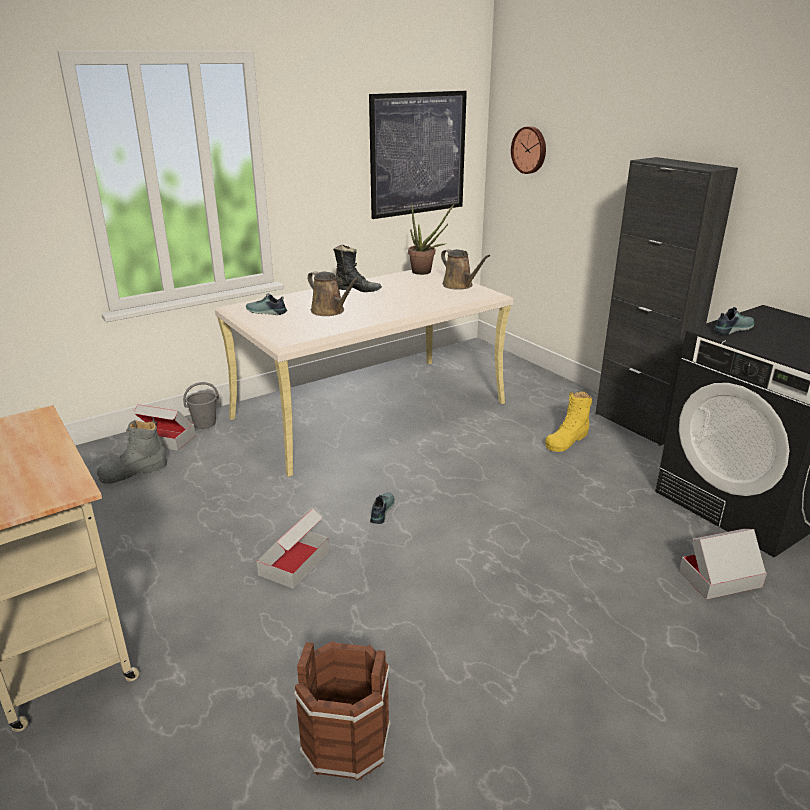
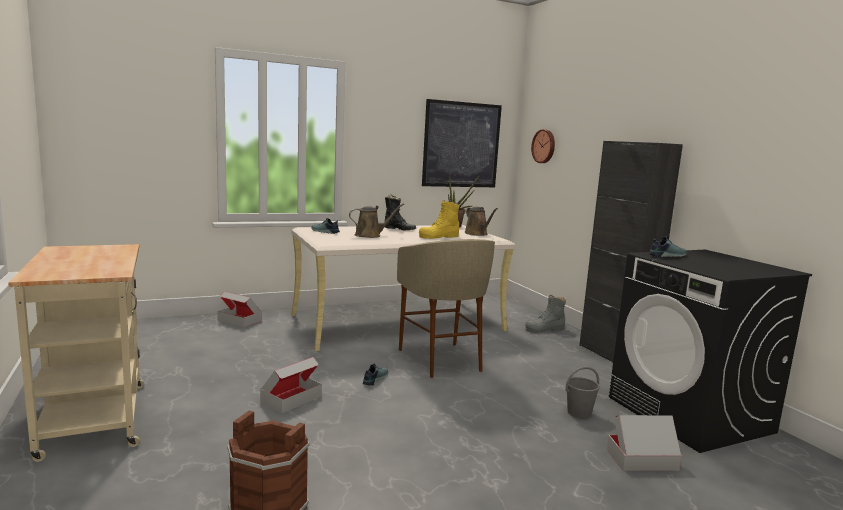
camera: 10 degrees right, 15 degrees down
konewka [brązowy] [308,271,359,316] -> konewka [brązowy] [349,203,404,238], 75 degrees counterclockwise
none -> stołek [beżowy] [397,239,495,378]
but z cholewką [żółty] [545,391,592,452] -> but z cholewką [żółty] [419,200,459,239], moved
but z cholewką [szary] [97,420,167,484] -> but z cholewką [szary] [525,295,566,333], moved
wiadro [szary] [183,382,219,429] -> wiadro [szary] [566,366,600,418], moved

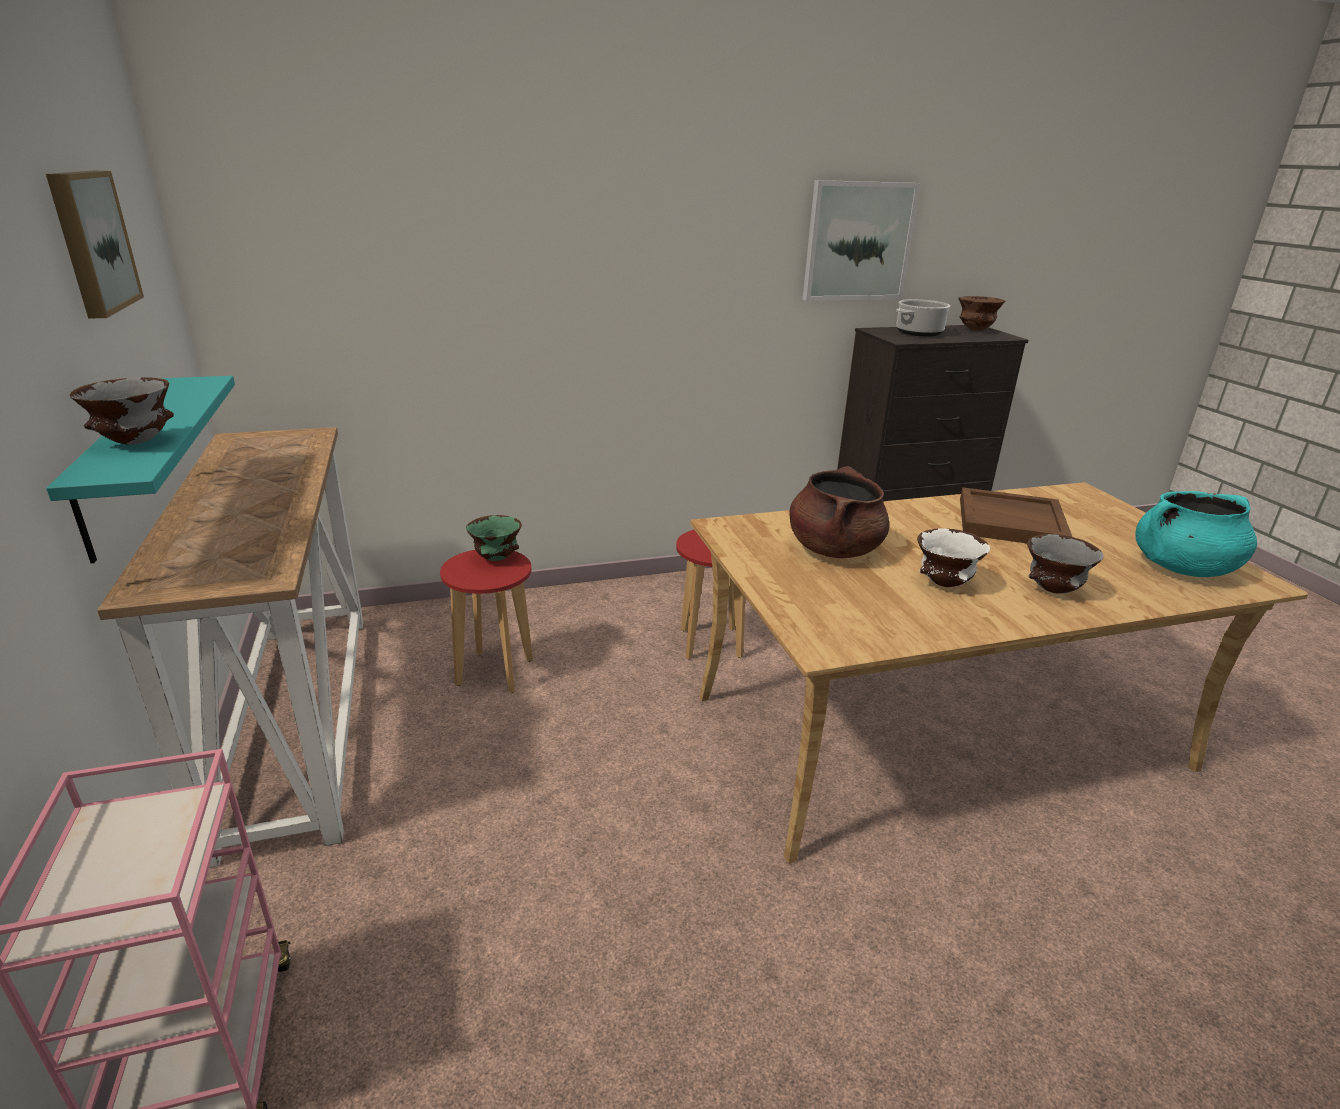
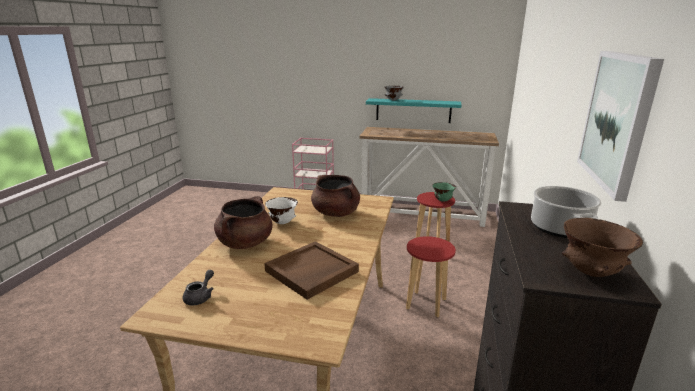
camera: 120 degrees right, 5 degrees down
garnek [turkusowy] [1135,491,1257,577] -> imbryk [szary] [183,270,214,305]
miska [szary] [1027,534,1104,594] -> garnek [brązowy] [214,196,273,249]
obraz [46,171,144,319] -> none

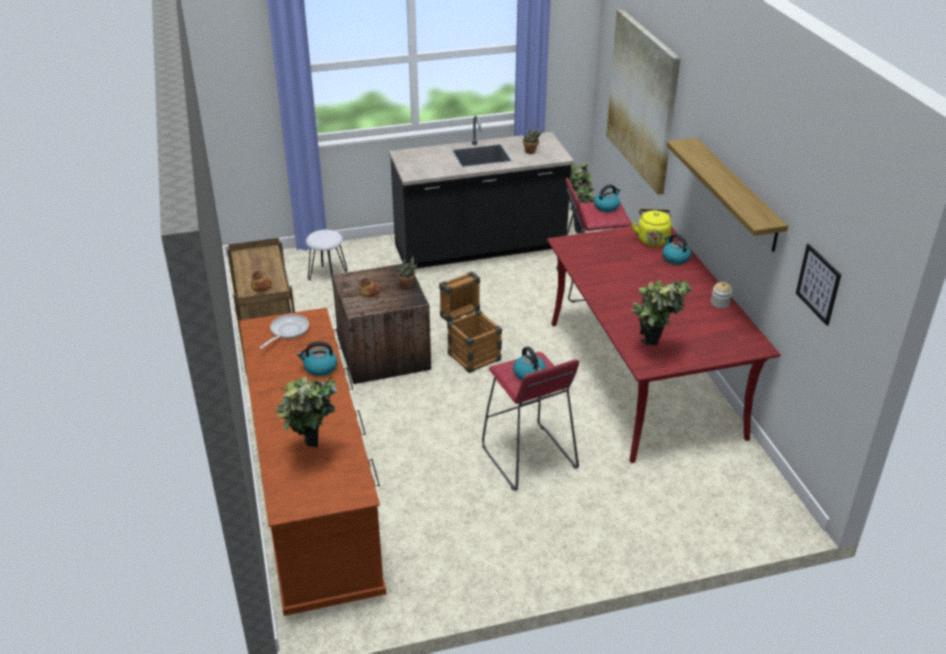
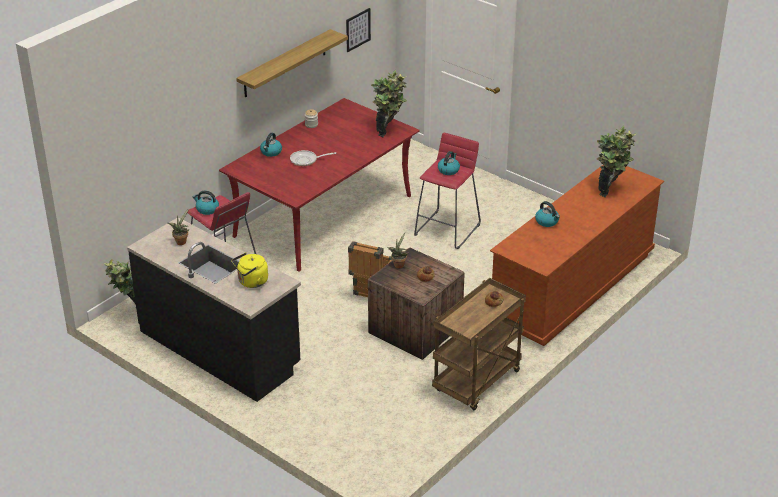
camera: 125 degrees left, 0 degrees up
czajnik [żółty] [631,209,672,247] -> czajnik [żółty] [231,252,268,288], moved
patelnia [259,314,309,349] -> patelnia [290,150,336,166], moved
stołek [biały] [306,230,347,286] -> none
obraz [606,9,681,195] -> none

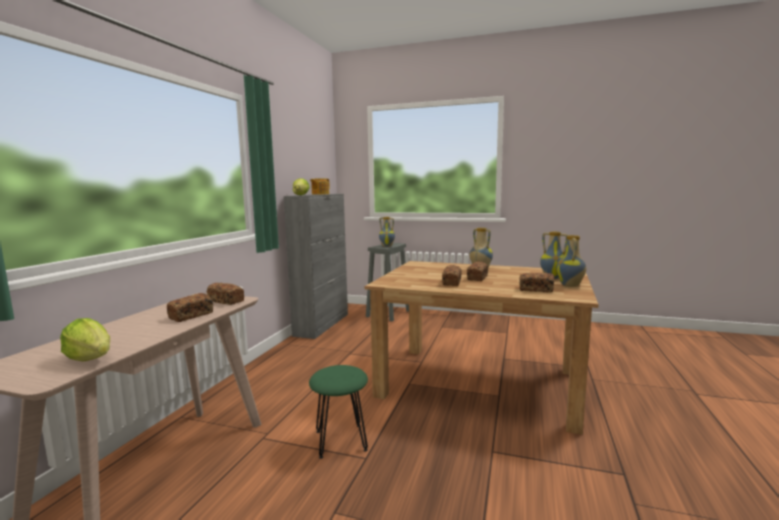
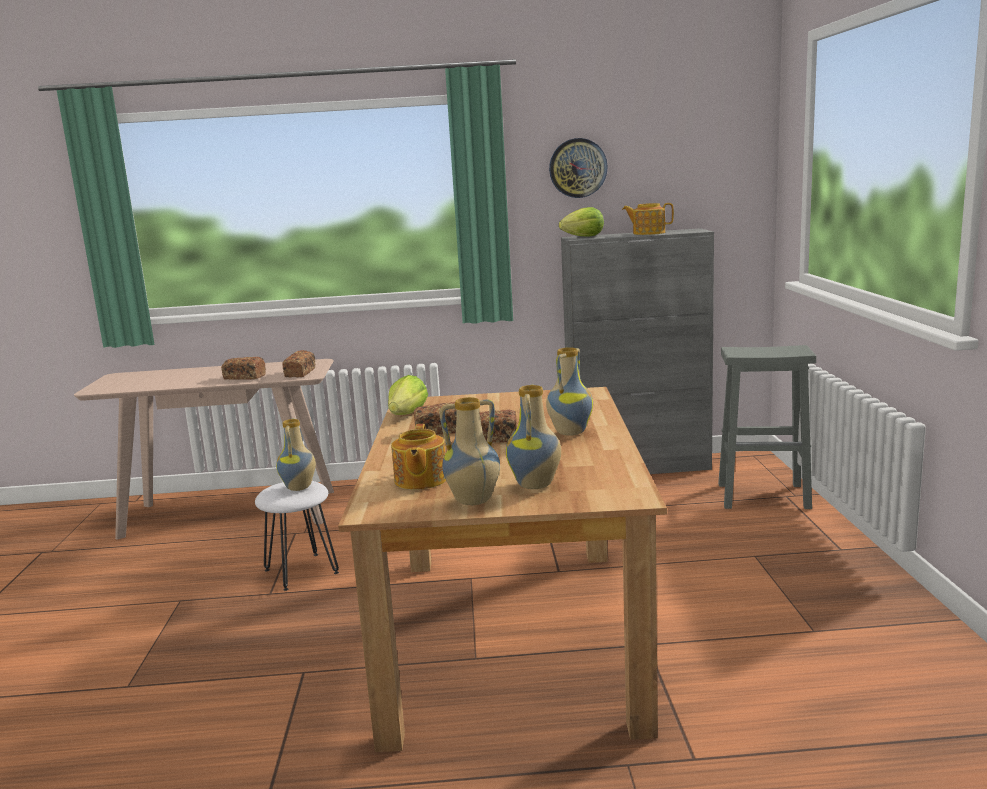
camera: 70 degrees right, 5 degrees up
stołek [zielony] [309,365,368,459] -> stołek [biały] [255,481,339,591]
wazon [379,217,395,247] -> wazon [276,418,316,491], moved
sałata [60,318,110,361] -> sałata [388,375,428,415], moved
chleb [520,273,554,292] -> imbryk [391,424,446,490]
none -> zegar ścienny [549,138,608,198]

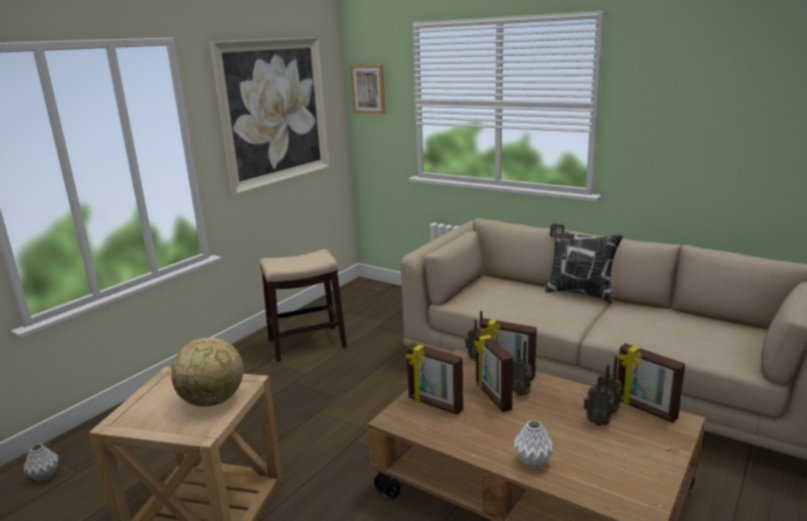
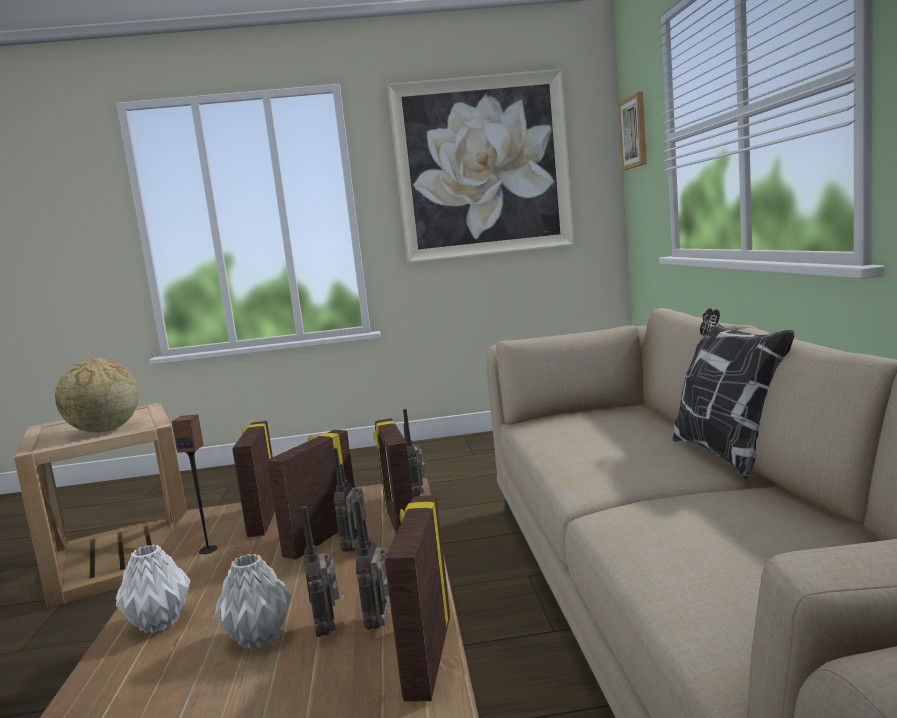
camera: 50 degrees right, 10 degrees down
none -> głośnik [172,415,217,554]
wazon [szary] [23,444,59,482] -> wazon [szary] [214,554,292,649], moved
stołek [260,249,347,362] -> none

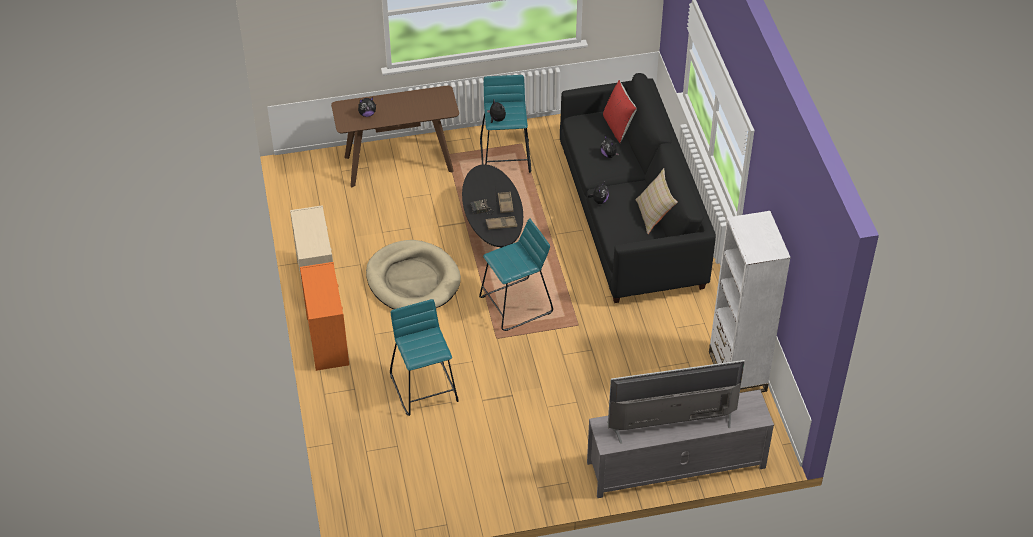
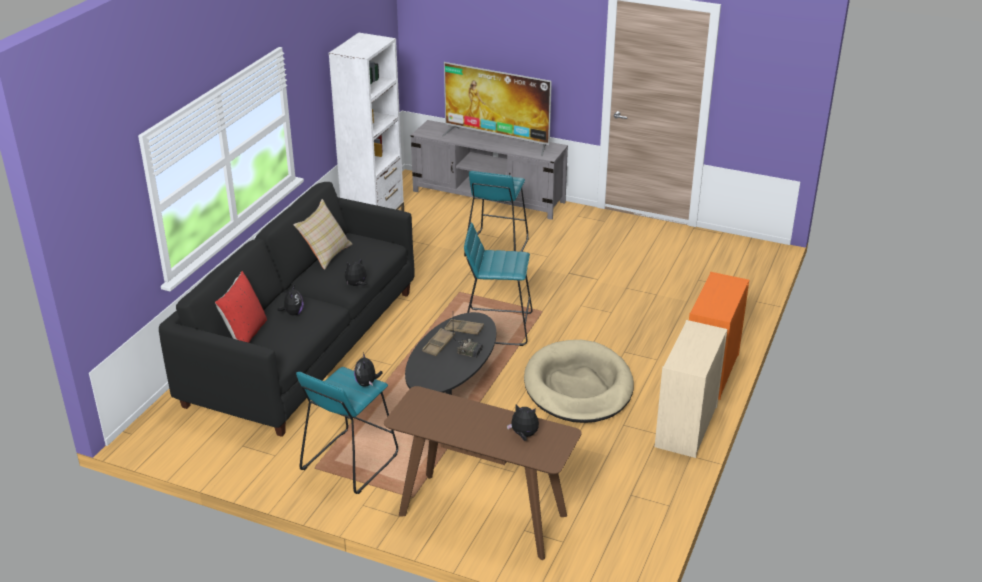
camera: 145 degrees left, 15 degrees down
stołek [turkusowy] [390,299,459,416] -> stołek [turkusowy] [464,171,529,257], moved

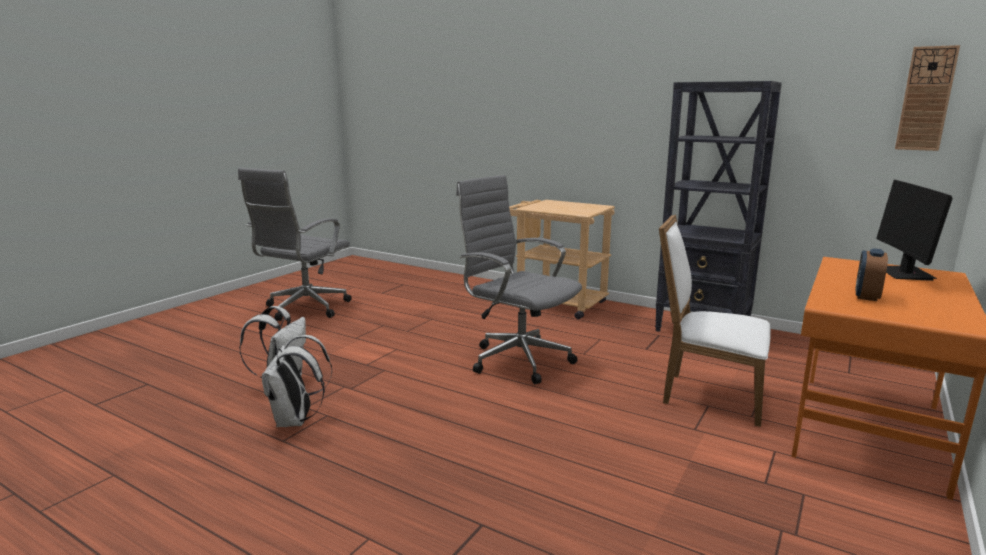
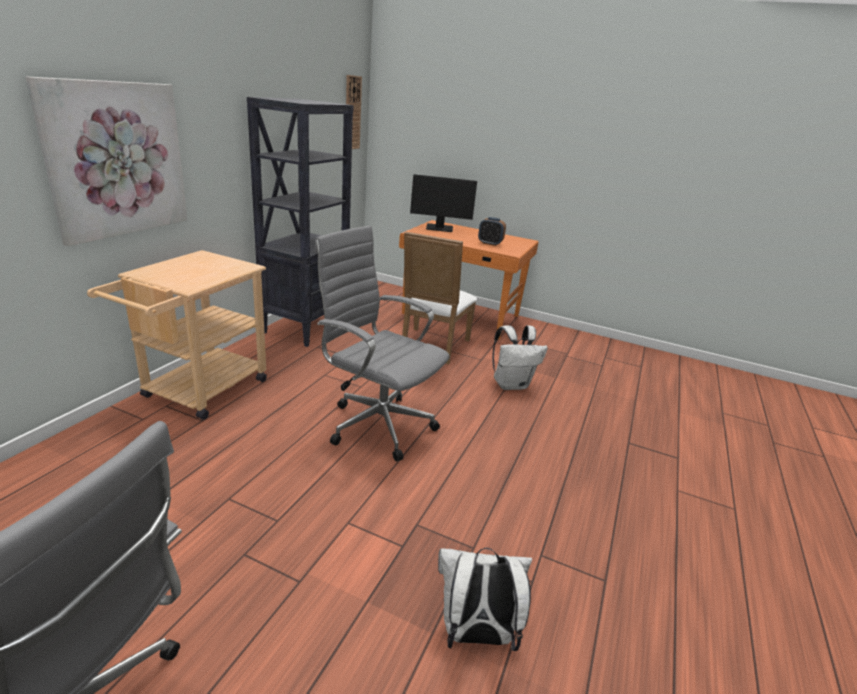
camera: 100 degrees left, 10 degrees up
none -> obraz [25,76,188,246]
krzesło biurowe [szary] [456,175,582,384] -> krzesło biurowe [szary] [314,225,450,461], 90 degrees clockwise
plecak [biały] [262,335,332,427] -> plecak [biały] [492,325,548,390], moved

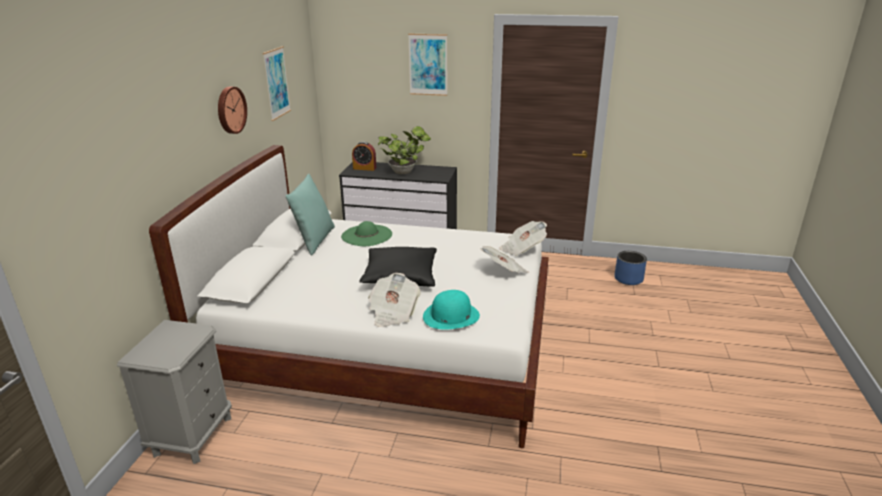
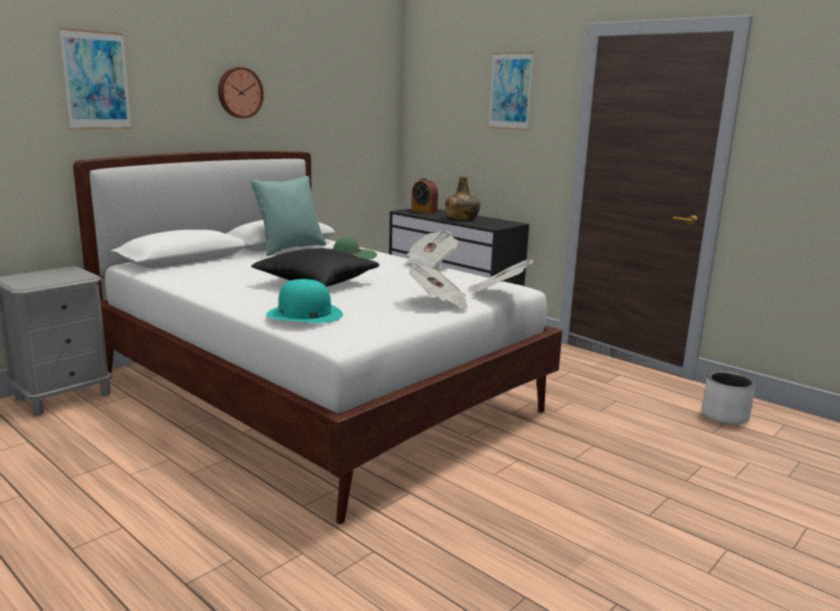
camera: 30 degrees right, 10 degrees down
obraz [263,46,291,121] -> obraz [59,28,132,129], moved
gazeta [368,273,421,327] -> gazeta [403,231,458,268], moved
roślina doniczkowa [378,126,431,174] -> butelka [zielony] [445,177,480,220]
donica [niebieski] [614,251,647,285] -> donica [biały] [702,371,756,424]

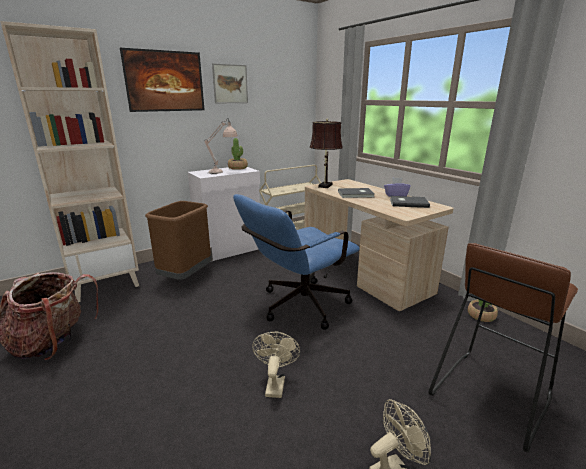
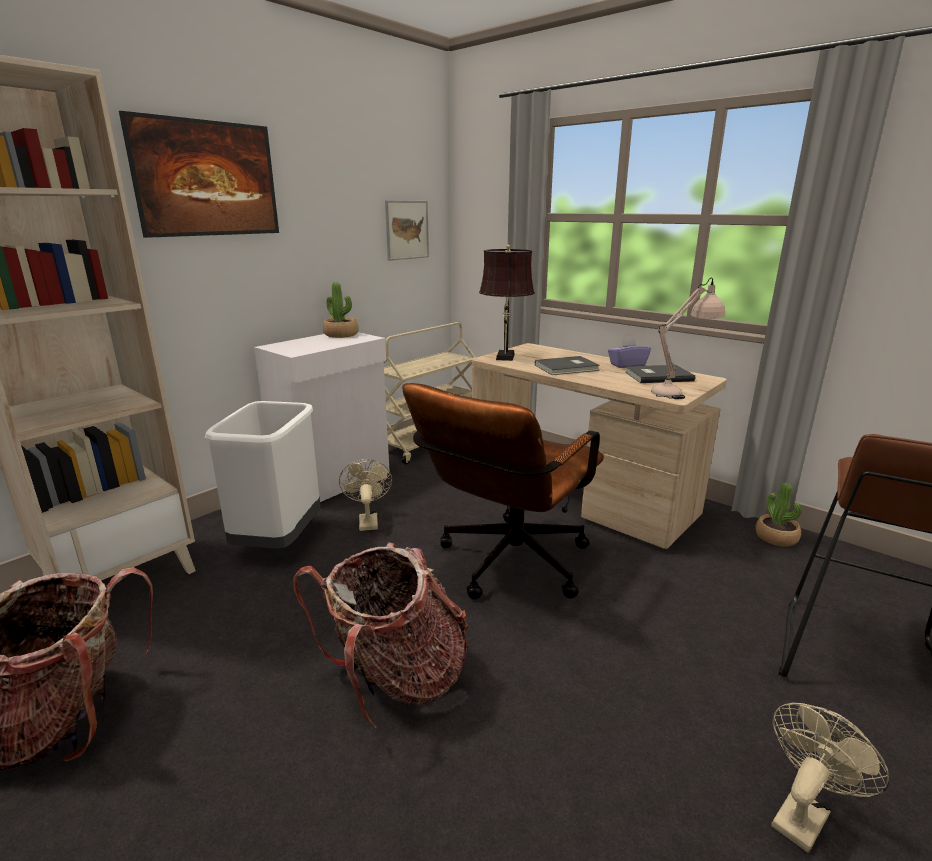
camera: 15 degrees left, 0 degrees up
kosz na śmieci [brązowy] [145,201,211,280] -> kosz na śmieci [biały] [205,401,320,548]
none -> plecak [293,542,468,728]
wentylator [beżowy] [252,331,300,398] -> wentylator [beżowy] [339,459,392,531], moved
obraz [212,63,248,104] -> obraz [385,200,429,261], moved
krzesło biurowe [niebieski] [233,194,360,330] -> krzesło biurowe [brązowy] [402,383,604,600]
lampa stołowa [beżowy] [204,118,238,174] -> lampa stołowa [beżowy] [651,277,726,399], moved

